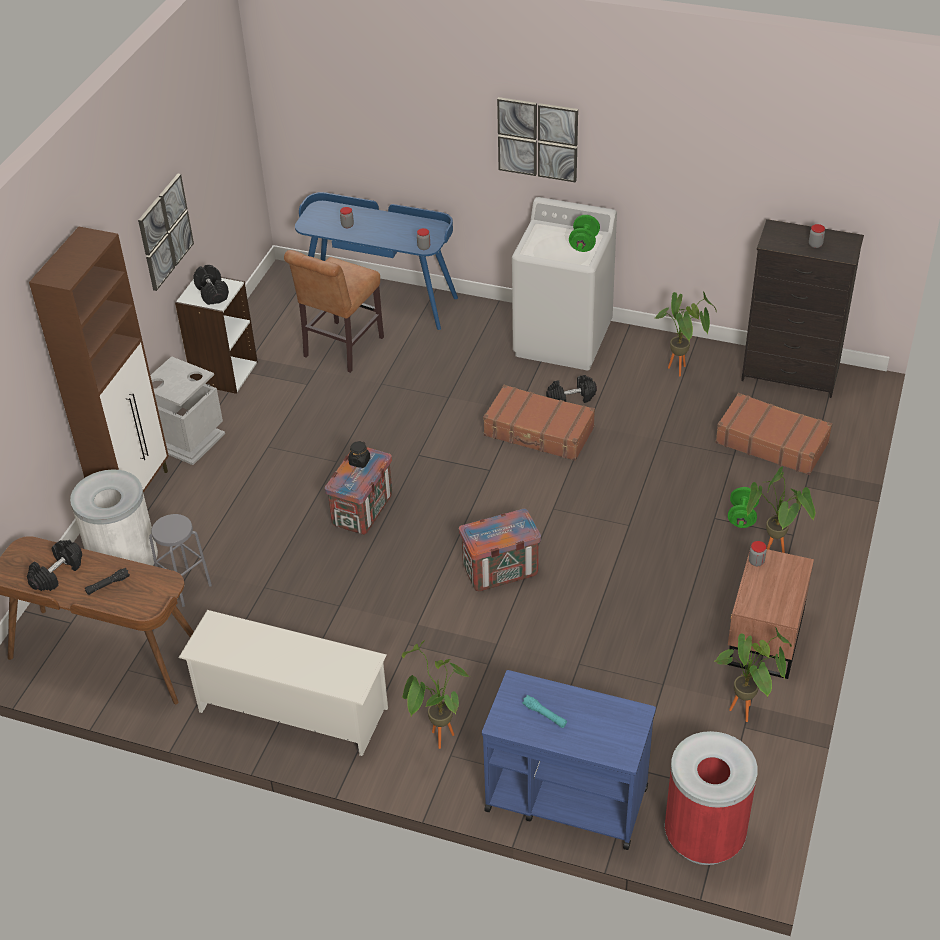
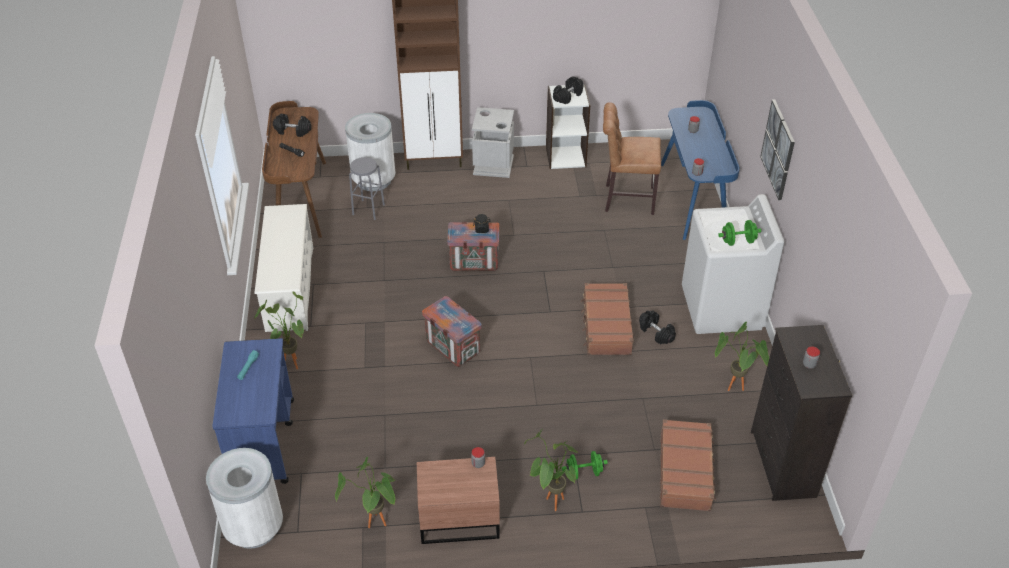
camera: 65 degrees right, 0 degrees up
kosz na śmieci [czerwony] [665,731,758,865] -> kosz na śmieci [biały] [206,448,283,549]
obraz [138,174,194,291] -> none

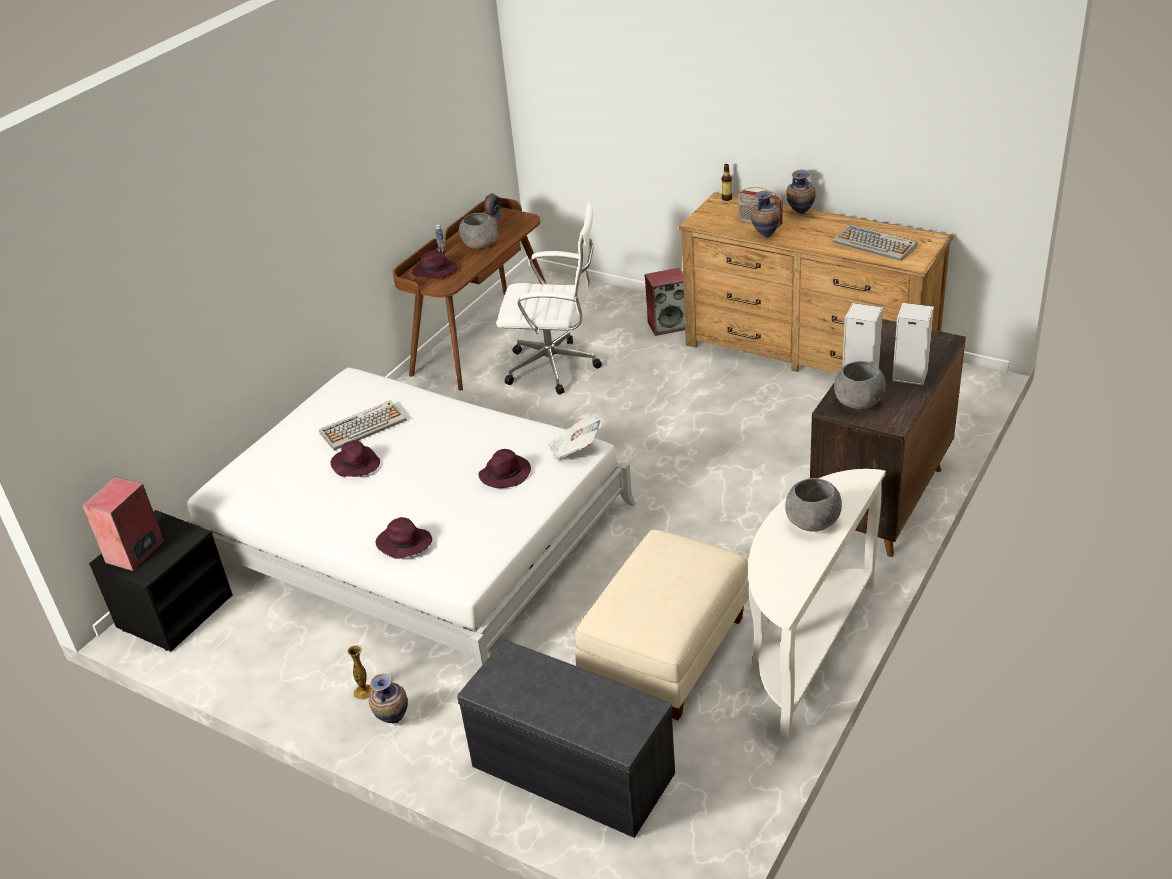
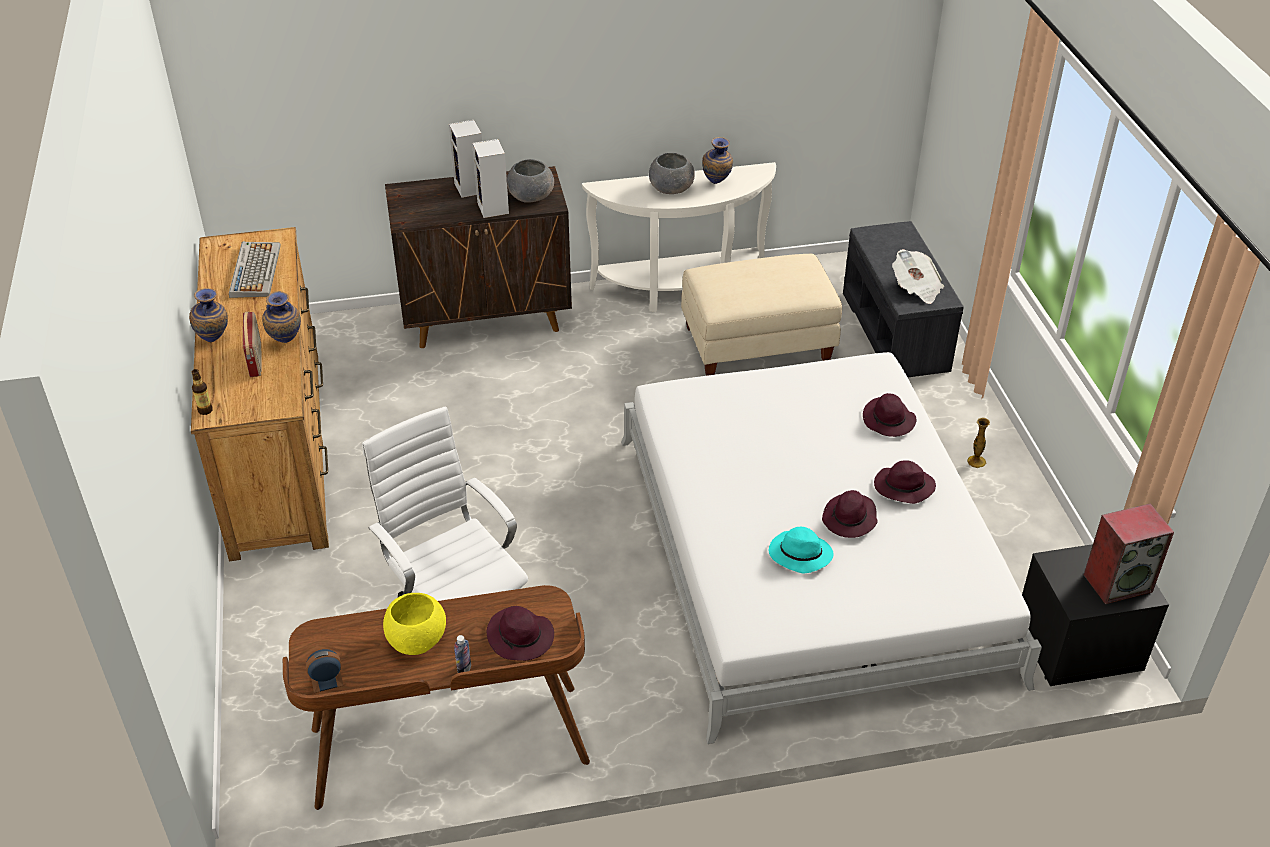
camera: 135 degrees left, 5 degrees up
miska [szary] [459,213,498,249] -> miska [żółty] [383,593,446,655]
wazon [369,674,408,723] -> wazon [702,137,733,184], moved
klawiatura [319,400,407,451] -> kapelusz [turkusowy] [769,527,833,573]
kapelusz [fioletowy] [478,449,531,488] -> kapelusz [fioletowy] [874,460,936,504], moved
gazeta [549,415,602,460] -> gazeta [892,249,944,304], moved
głośnik [645,268,685,336] -> none

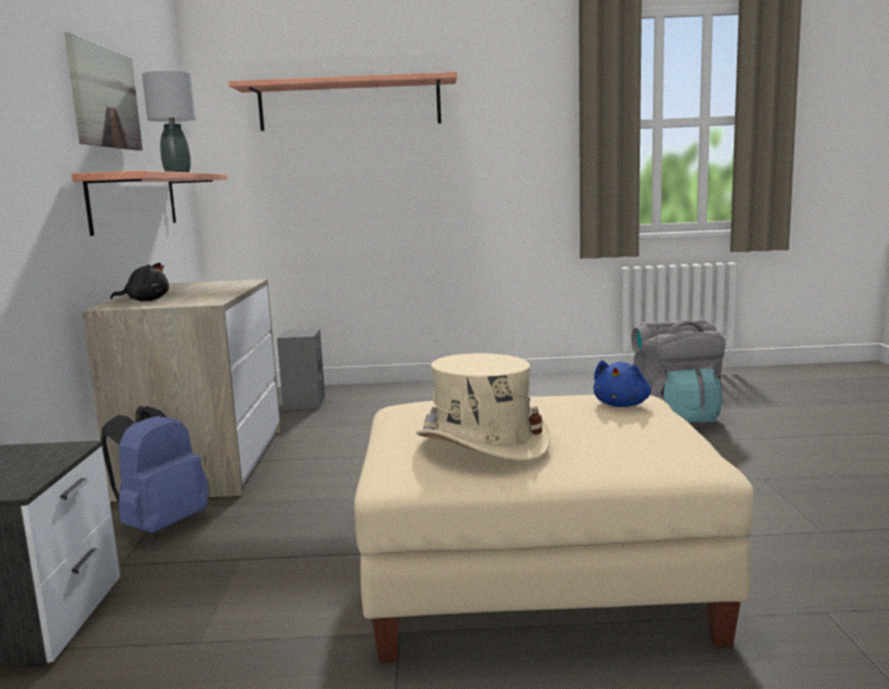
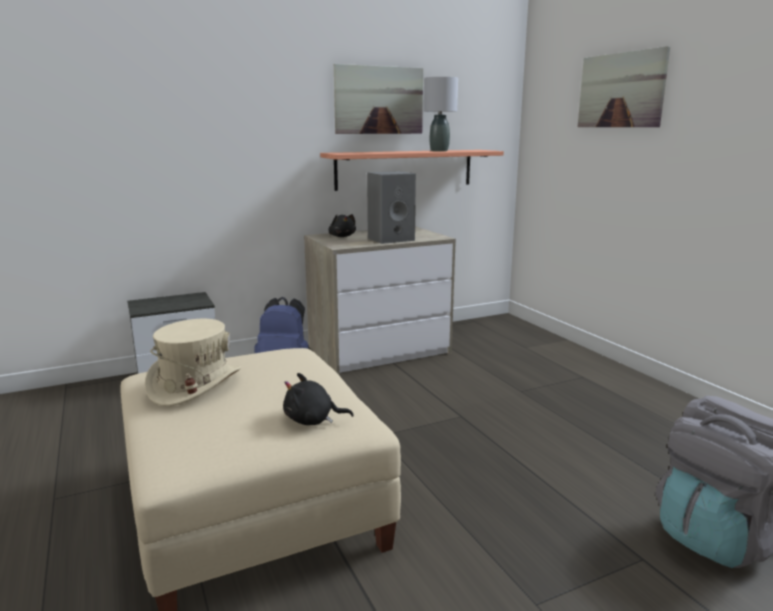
camera: 65 degrees right, 5 degrees up
pluszak [niebieski] [594,360,651,407] -> pluszak [czarny] [283,373,354,425]
głośnik [szary] [277,329,325,410] -> głośnik [szary] [367,171,416,244], moved
półka [229,72,457,131] -> obraz [578,46,670,127]

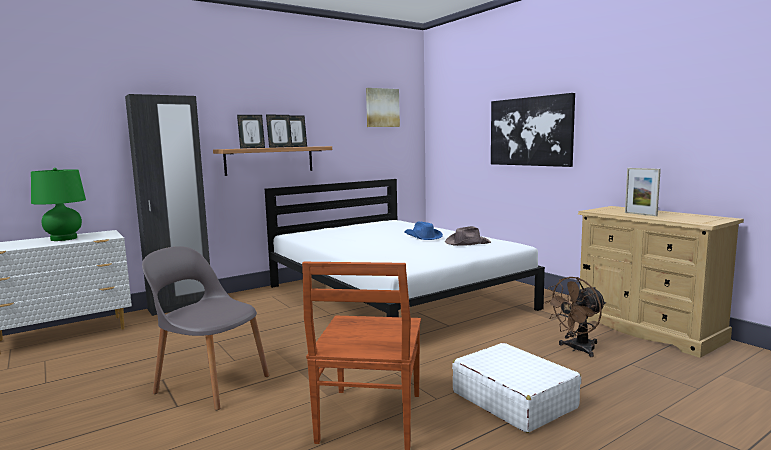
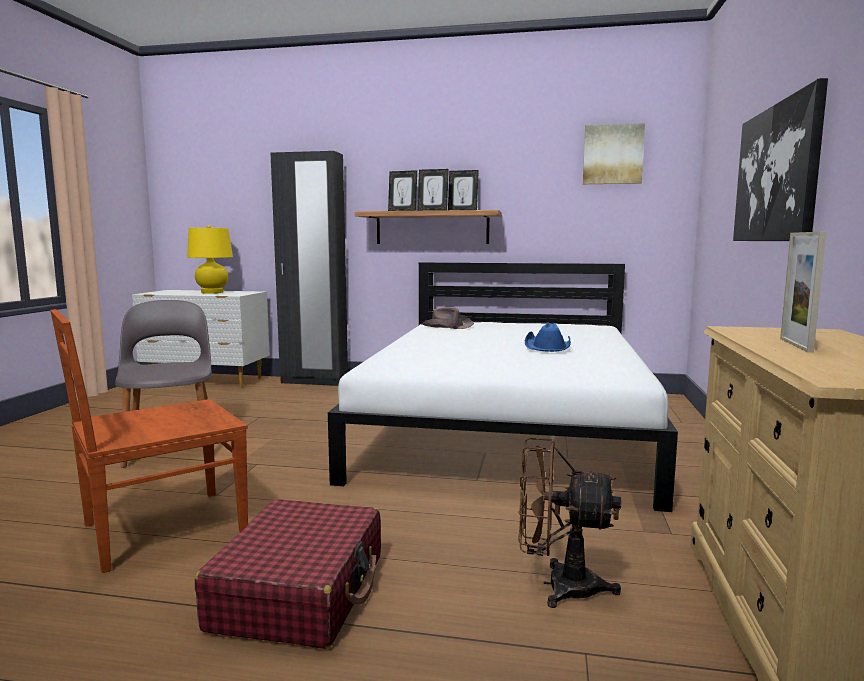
camera: 45 degrees right, 0 degrees up
lampa stołowa [zielony] [31,168,86,241] -> lampa stołowa [żółty] [187,225,233,294]
walizka [biały] [452,343,582,433] -> walizka [czerwony] [195,499,381,649]
kapelusz [brązowy] [445,226,491,246] -> kapelusz [brązowy] [421,307,474,329], moved

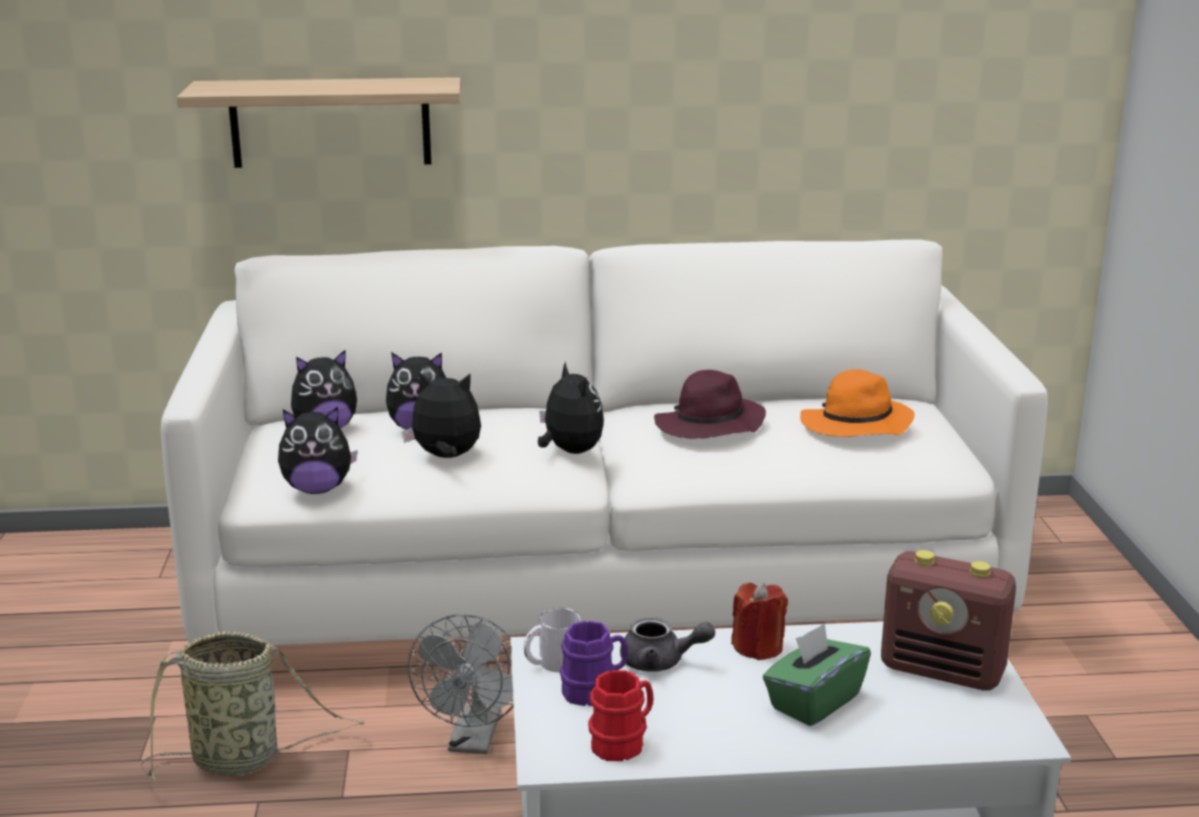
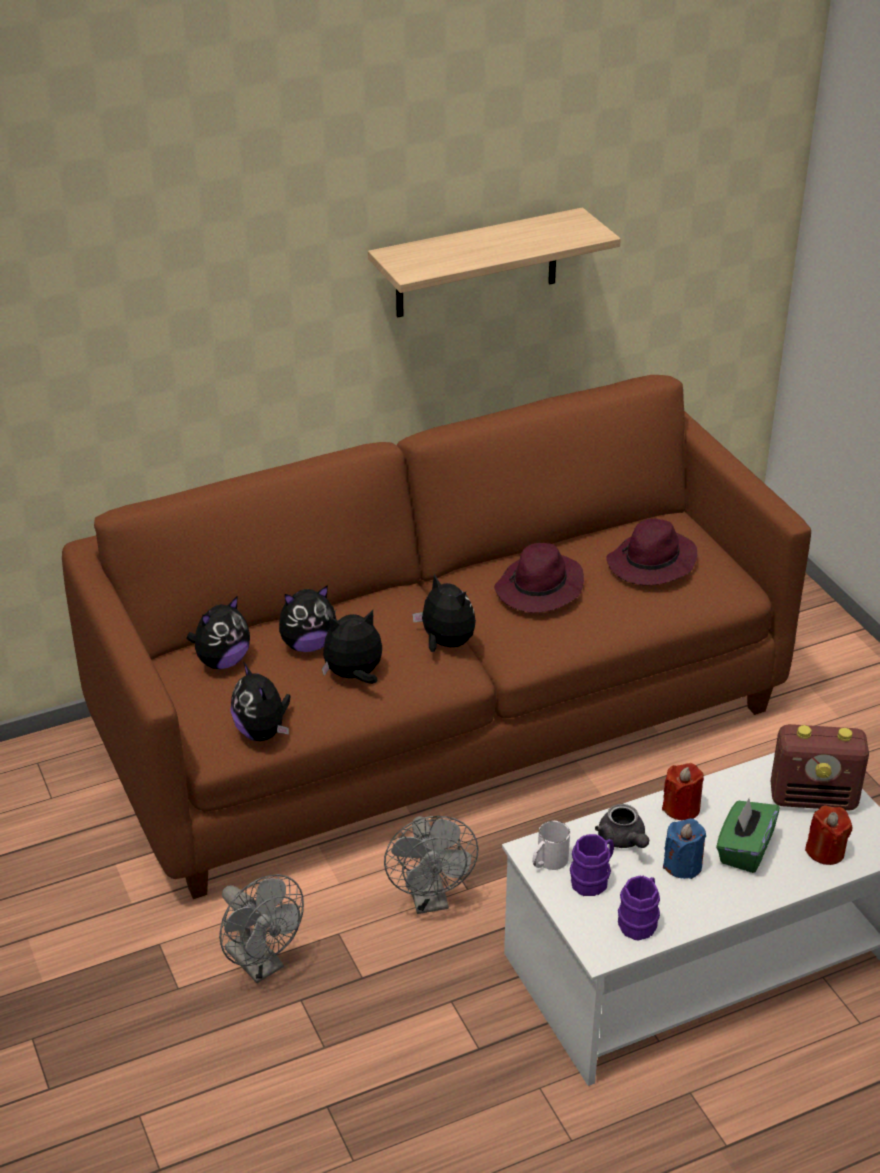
camera: 20 degrees left, 15 degrees up
kanapa [biały] [161,239,1048,645] -> kanapa [brązowy] [62,375,811,899]
koszyk [141,631,365,781] -> wentylator [szary] [219,874,304,983]
pluszak [278,407,358,494] -> pluszak [231,662,291,741], 90 degrees clockwise
półka [177,77,461,168] -> półka [368,208,621,318], moved
imbryk [szary] [620,617,715,672] -> imbryk [szary] [595,804,649,848], 75 degrees clockwise
kapelusz [pomarańczowy] [800,369,915,437] -> kapelusz [fioletowy] [606,518,697,585]
kubek [czerwony] [588,670,653,761] -> kubek [fioletowy] [618,876,660,940]
none -> świeca [niebieski] [663,818,706,879]
none -> świeca [czerwony] [805,805,852,865]

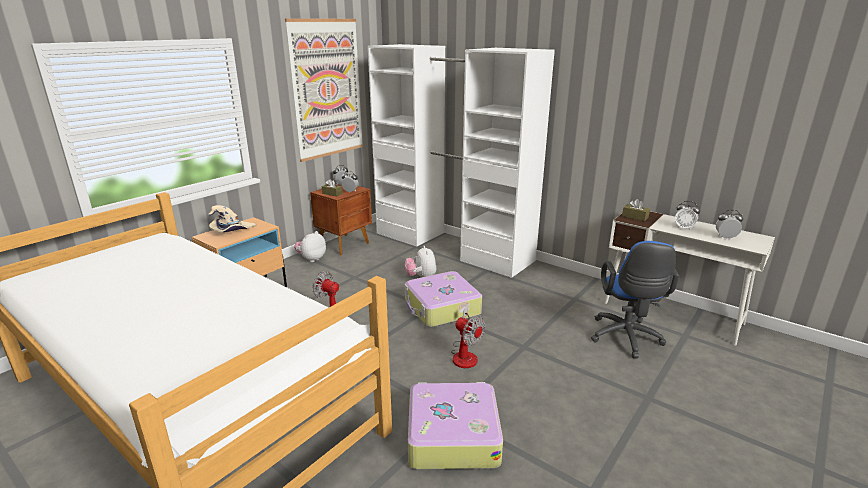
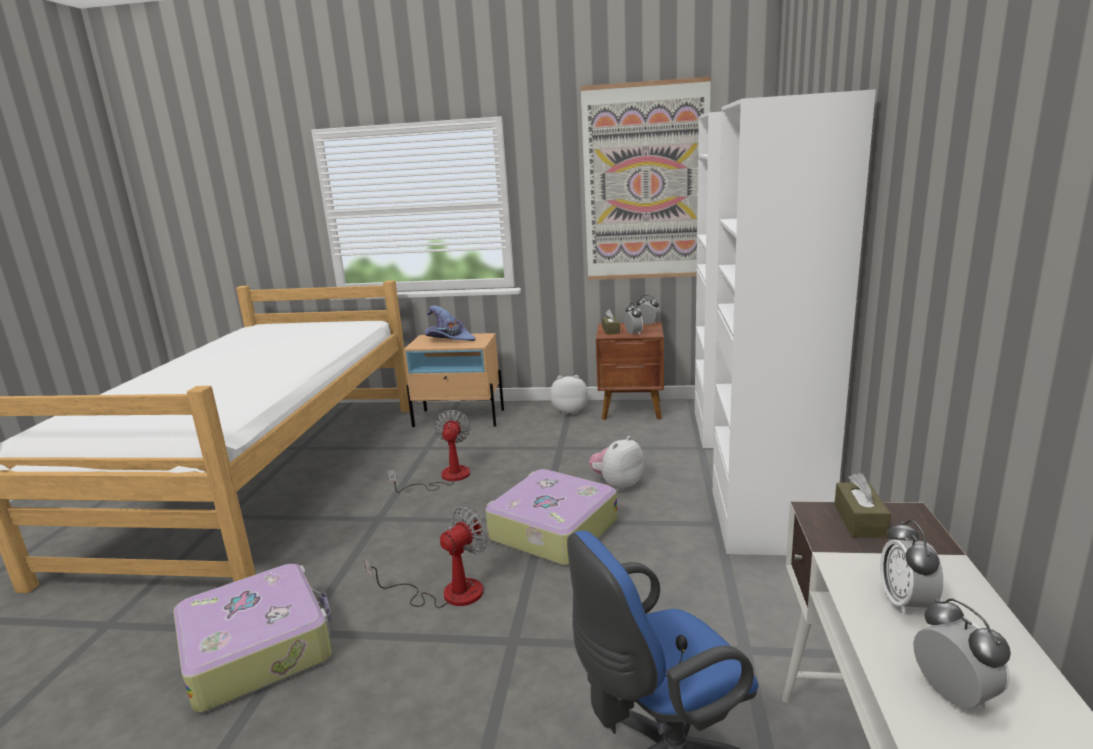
camera: 60 degrees right, 5 degrees down
wentylator [451,308,486,368] -> wentylator [364,507,489,608], 150 degrees counterclockwise
kapelusz [beżowy] [209,205,256,232] -> kapelusz [fioletowy] [425,306,475,341]

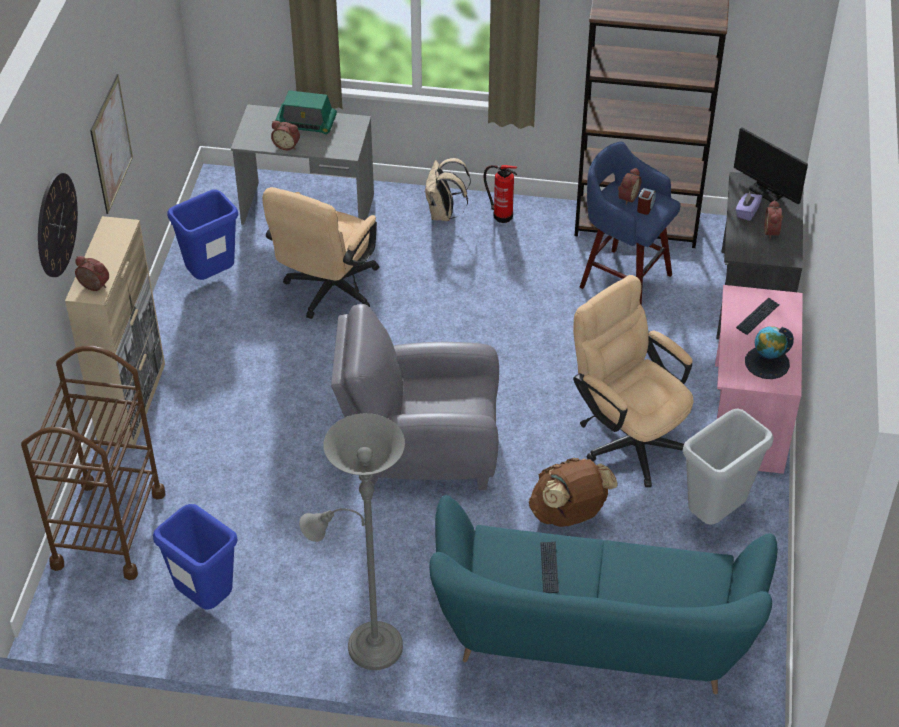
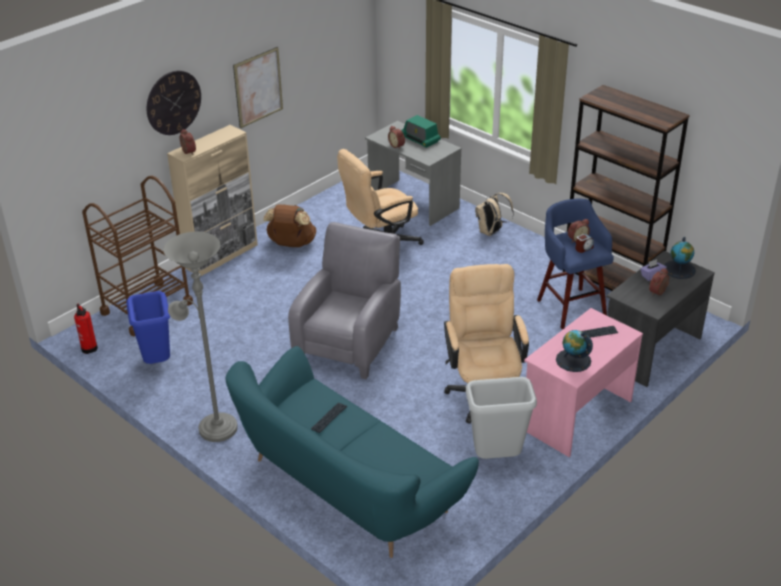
camera: 35 degrees right, 10 degrees down
gaśnica [483,165,517,223] -> gaśnica [74,304,98,354], moved
plecak [brązowy] [529,458,618,527] -> plecak [brązowy] [263,204,316,247], moved
fotel [szary] [331,304,499,490] -> fotel [szary] [288,222,401,379], 75 degrees clockwise
monitor [734,127,808,204] -> globus [664,237,696,279]
kosz na śmieci [niebieski] [168,189,238,280] -> none

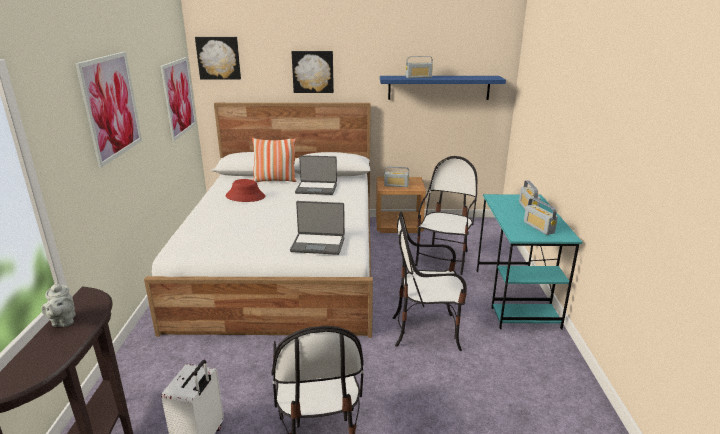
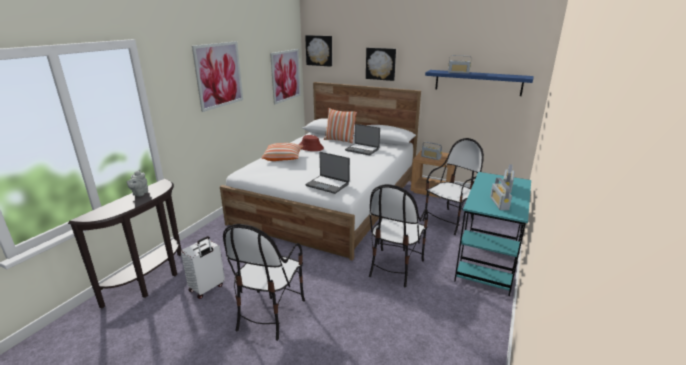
camera: 25 degrees right, 0 degrees up
none -> poduszka [262,143,303,161]
krzesło [393,212,467,351] -> krzesło [369,184,428,287], 90 degrees counterclockwise

